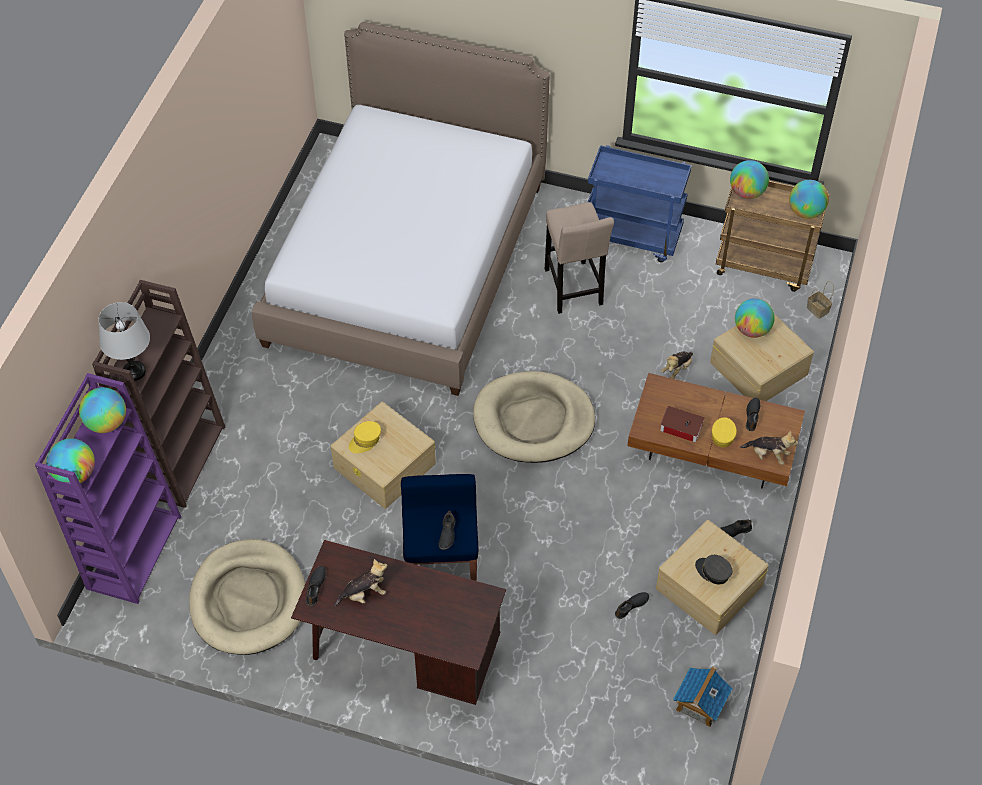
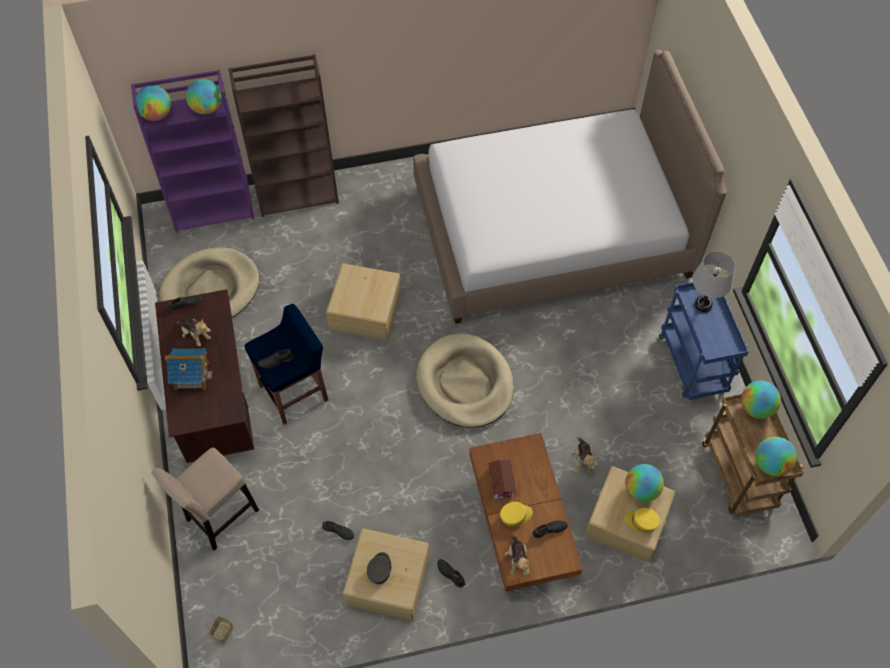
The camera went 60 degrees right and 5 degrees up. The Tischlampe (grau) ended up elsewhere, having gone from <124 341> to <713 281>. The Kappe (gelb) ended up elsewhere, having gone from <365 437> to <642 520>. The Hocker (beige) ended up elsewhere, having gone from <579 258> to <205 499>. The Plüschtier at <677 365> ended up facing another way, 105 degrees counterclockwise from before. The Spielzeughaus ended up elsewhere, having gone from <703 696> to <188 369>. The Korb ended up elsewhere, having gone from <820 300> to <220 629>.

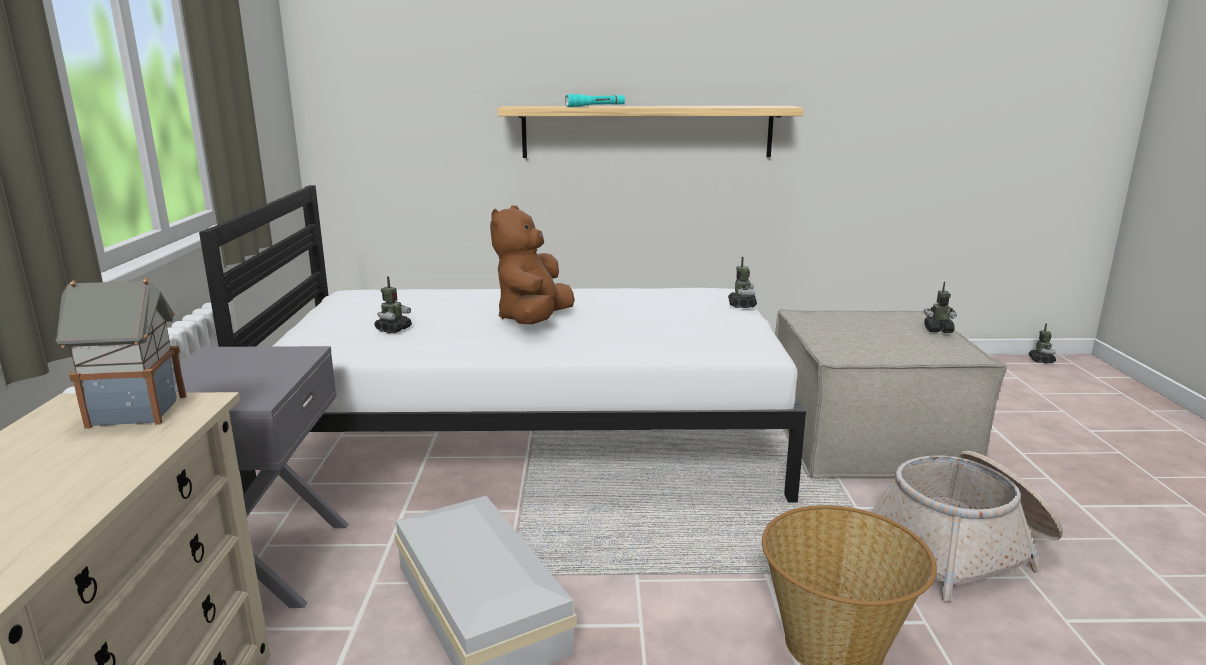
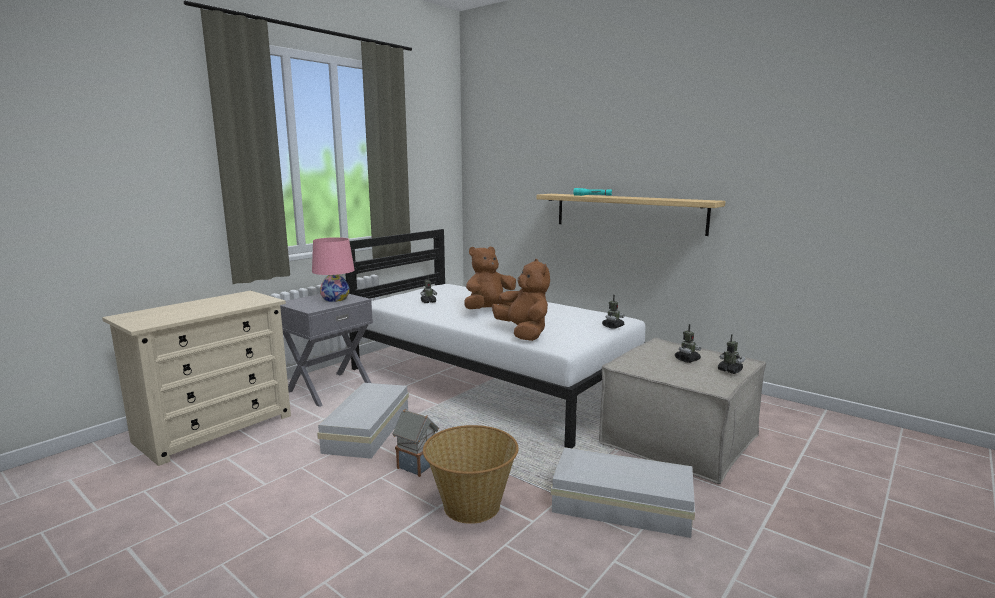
The camera went 40 degrees right and 5 degrees down. The Spielzeughaus ended up elsewhere, having gone from <121 353> to <416 443>. Where the Korb stood at <967 526>, the Aufbewahrungsbox (weiß) came to stand at <623 492>. The Spielzeugroboter ended up elsewhere, having gone from <1042 343> to <688 343>. The second view gained the Tischlampe (rosa) at <333 269>. The second view gained the Plüschtier (braun) at <521 300>.

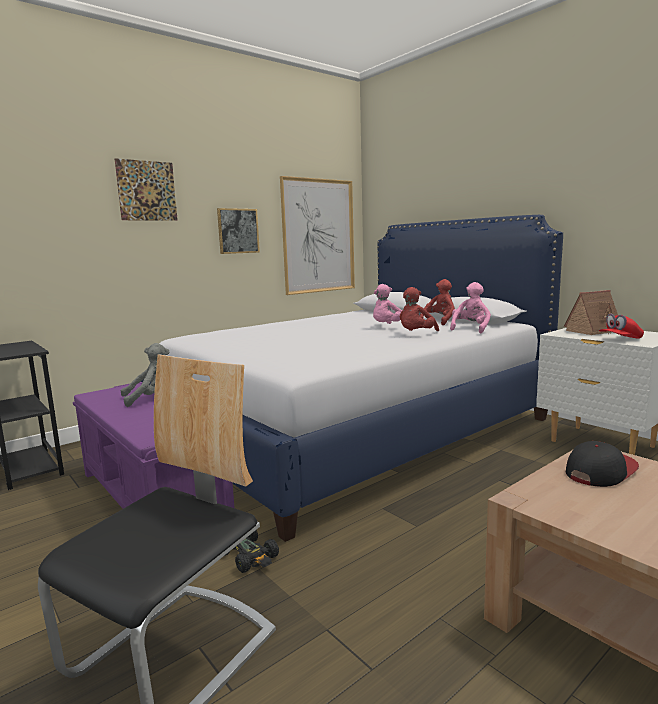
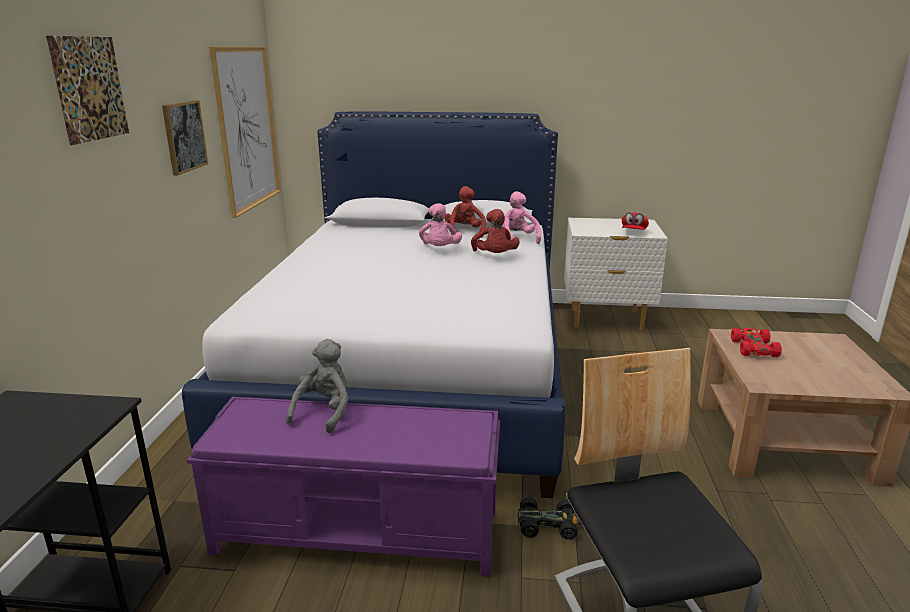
The camera went 45 degrees left and 10 degrees up. The second view lost the Spielzeughaus at <591 312>. Where the Kappe stood at <602 464>, the Spielzeugauto (rot) came to stand at <756 342>.

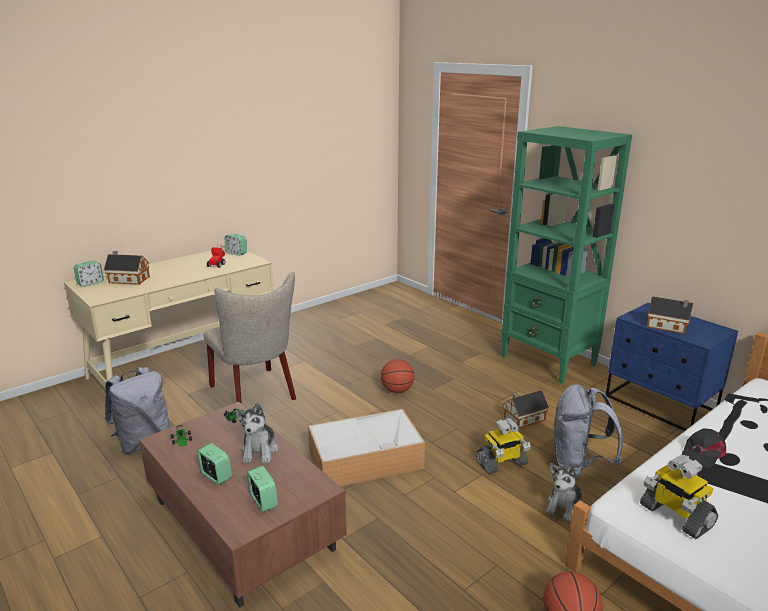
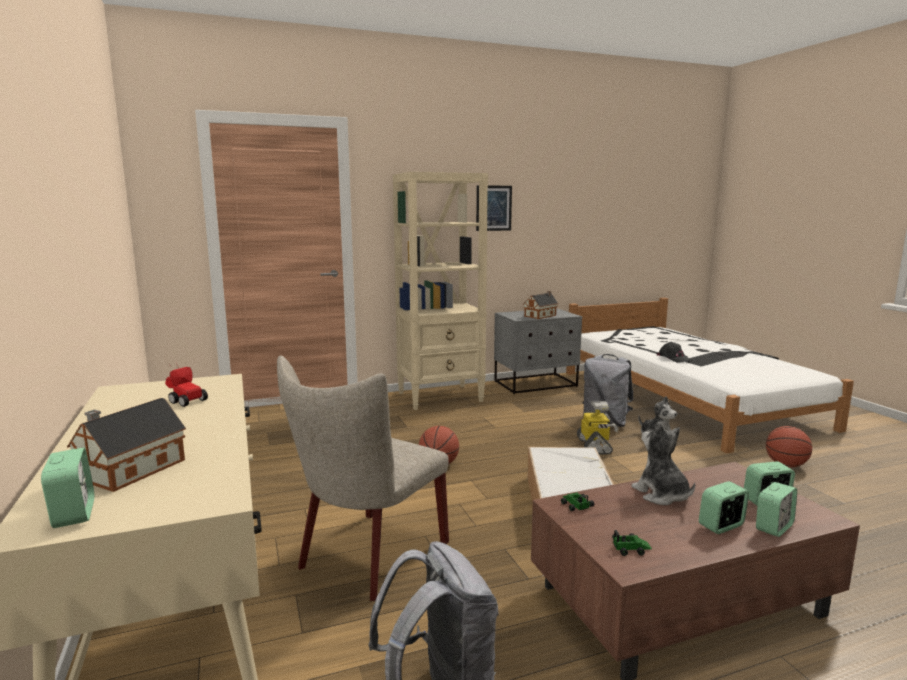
The camera went 70 degrees left and 10 degrees down. The Stuhl (beige) at <249 338> ended up facing another way, 135 degrees clockwise from before. The Wecker ended up elsewhere, having gone from <236 245> to <776 509>. The Plüschtier at <257 433> ended up facing another way, 135 degrees counterclockwise from before. What was the Bücherregal (grün) at <566 255> turned into the Bücherregal (beige) at <440 291>. The second view lost the Spielzeughaus at <526 409>. What was the Nachttisch (blau) at <672 367> turned into the Nachttisch (grau) at <538 351>. The second view lost the Spielzeugroboter at <679 497>. The second view gained the Bild at <494 208>.

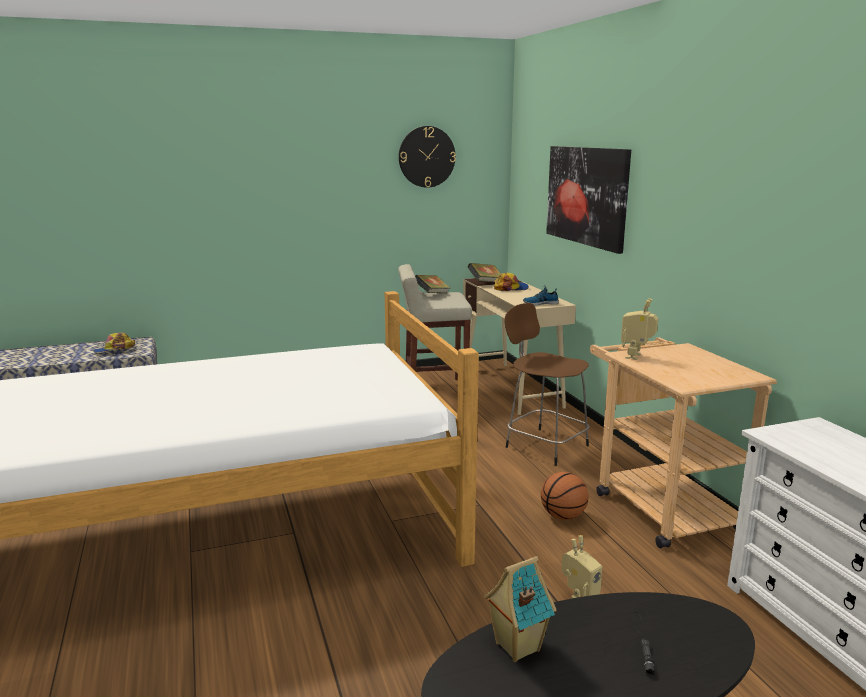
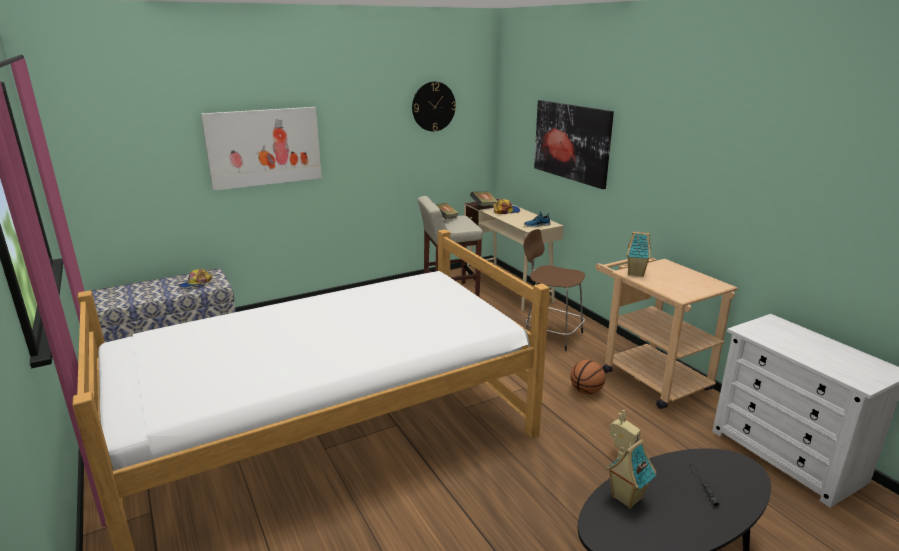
The camera went 10 degrees left and 5 degrees up. Where the Spielzeugroboter stood at <639 329>, the Spielzeughaus came to stand at <639 254>. The second view gained the Bild at <261 149>.

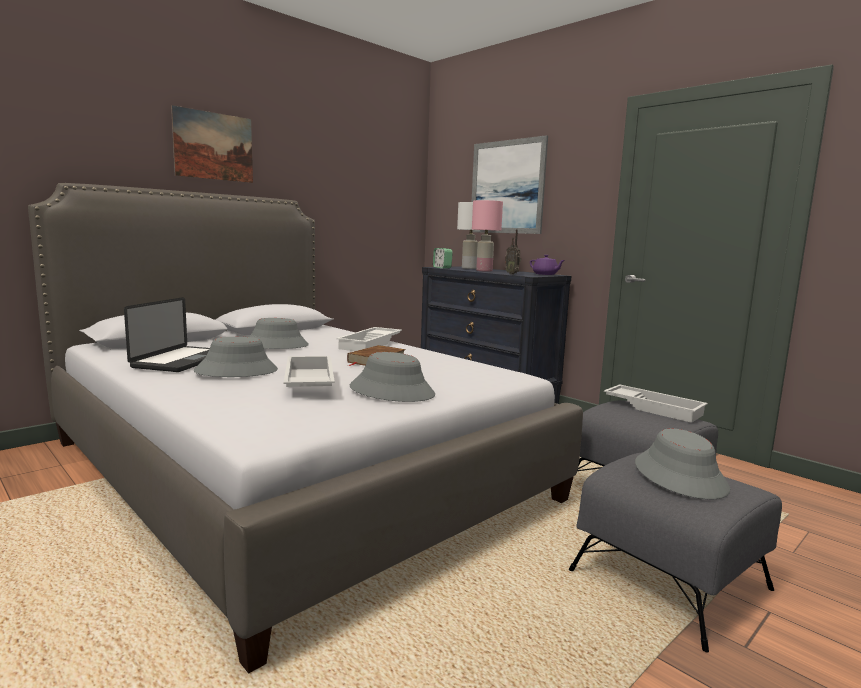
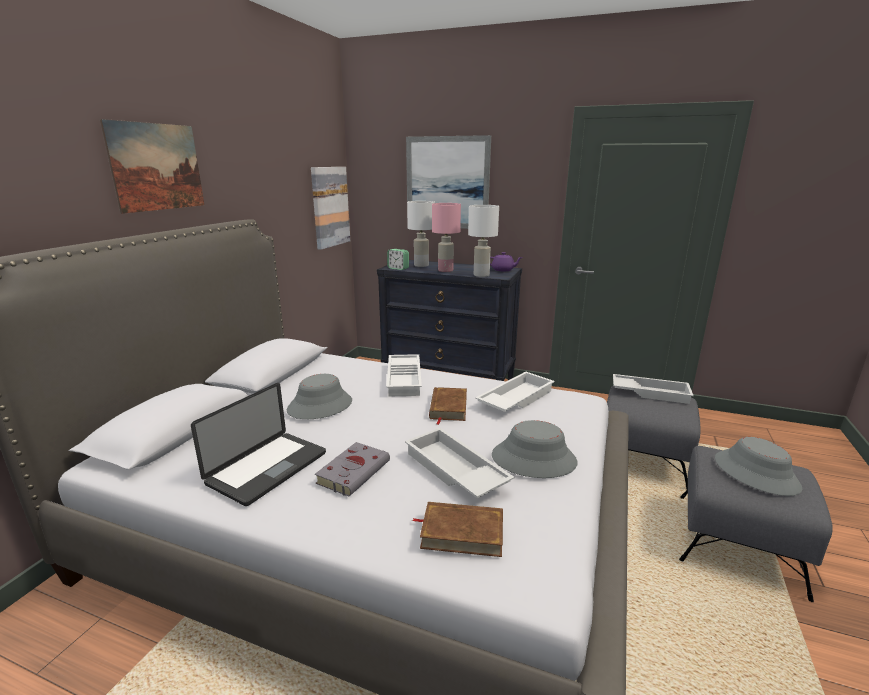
The camera went 25 degrees left and 10 degrees up. The Laptop at <167 334> ended up facing another way, 45 degrees clockwise from before. Where the Hut (grau) stood at <236 357>, the Buch (grau) came to stand at <352 469>. Where the Radio stood at <513 252>, the Tischlampe (weiß) came to stand at <483 241>. The second view gained the Bild at <330 208>. The second view gained the Buch (braun) at <457 529>. The second view gained the Tablett (weiß) at <515 392>.

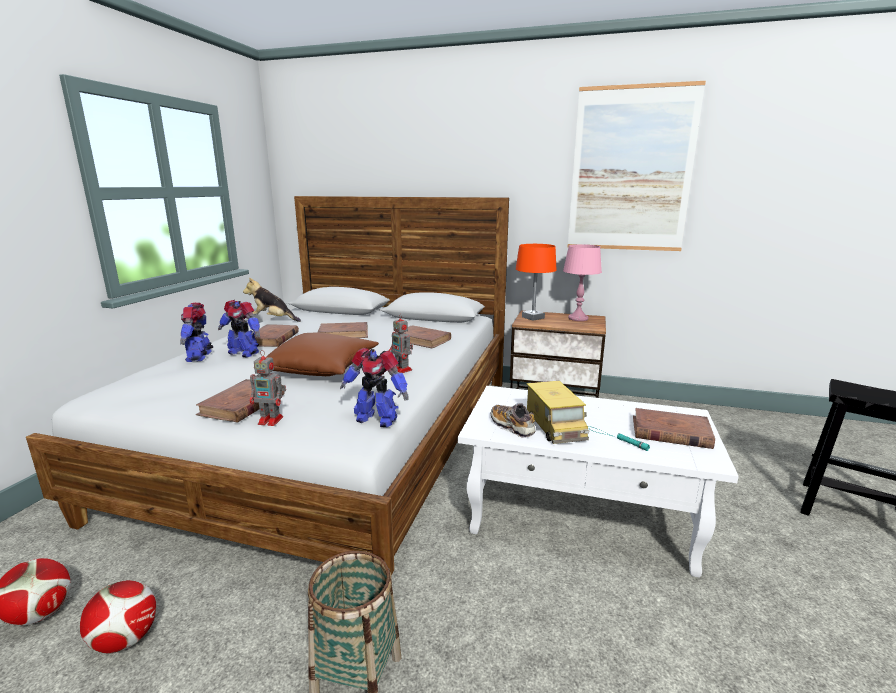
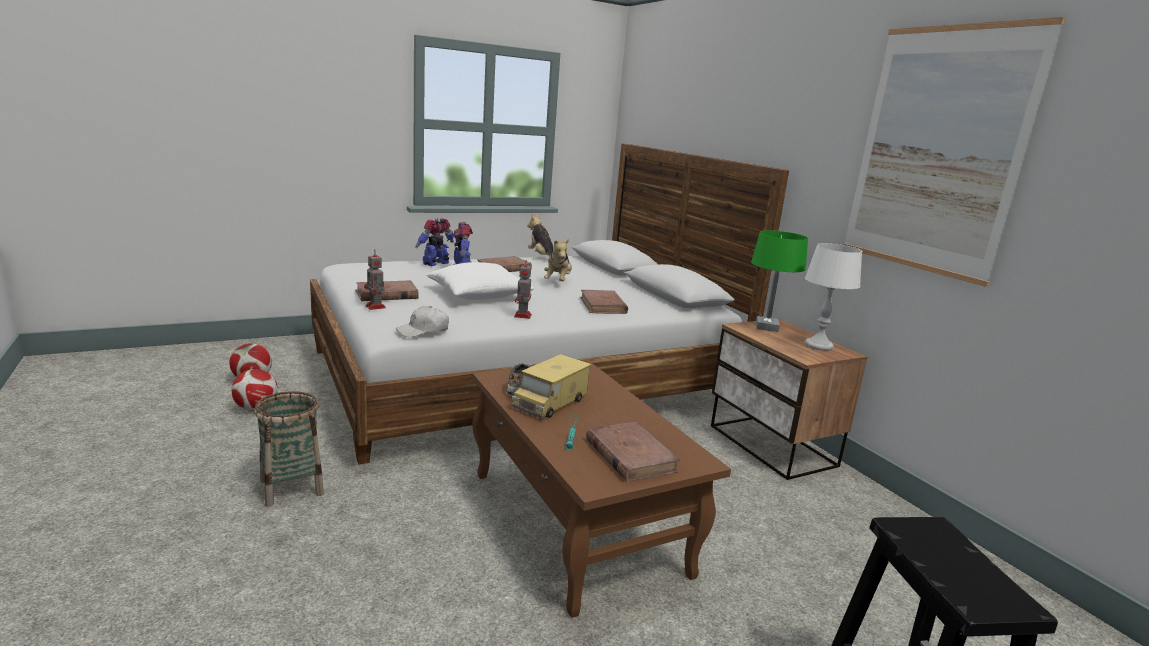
The camera went 45 degrees right and 0 degrees up. What was the Kissen (braun) at <322 354> turned into the Kissen (weiß) at <480 281>. Where the Buch (braun) stood at <342 330>, the Plüschtier came to stand at <558 260>. Where the Spielzeugroboter stood at <374 387>, the Kappe (weiß) came to stand at <422 321>. What was the Couchtisch (weiß) at <598 482> turned into the Couchtisch (braun) at <601 489>. What was the Tischlampe (orange) at <536 282> turned into the Tischlampe (grün) at <779 281>. What was the Tischlampe (rosa) at <582 282> turned into the Tischlampe (weiß) at <833 297>.

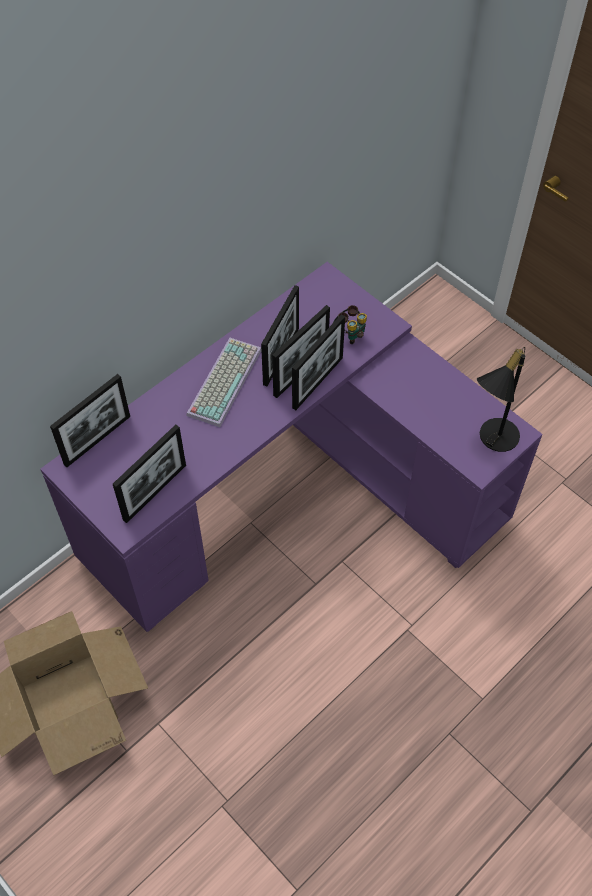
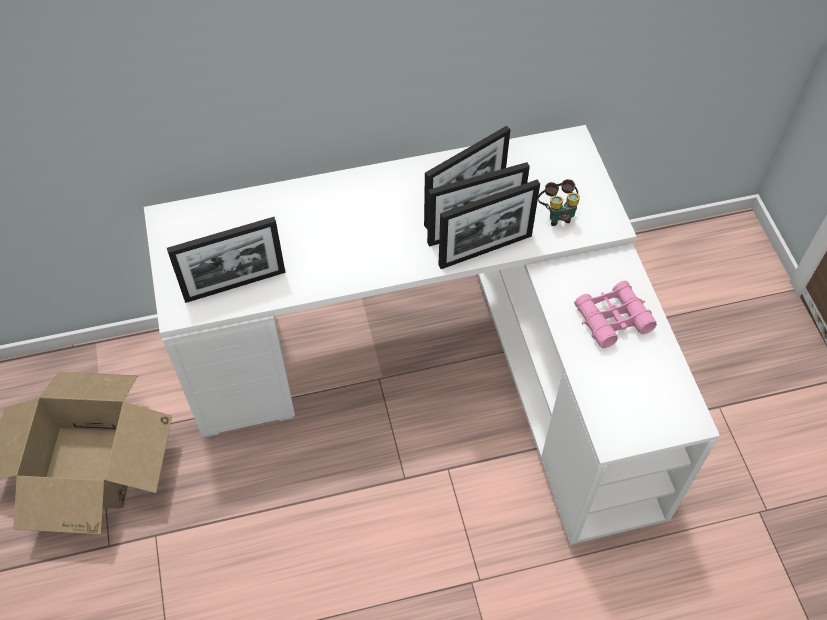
The camera went 30 degrees right and 0 degrees up. What was the Schreibtisch (lila) at <292 447> turned into the Schreibtisch (weiß) at <432 335>. The second view lost the Bilderrahmen at <90 420>. The second view lost the Tastatur at <223 382>. The second view lost the Tischlampe (schwarz) at <501 399>. The second view gained the Fernglas (rosa) at <615 314>.

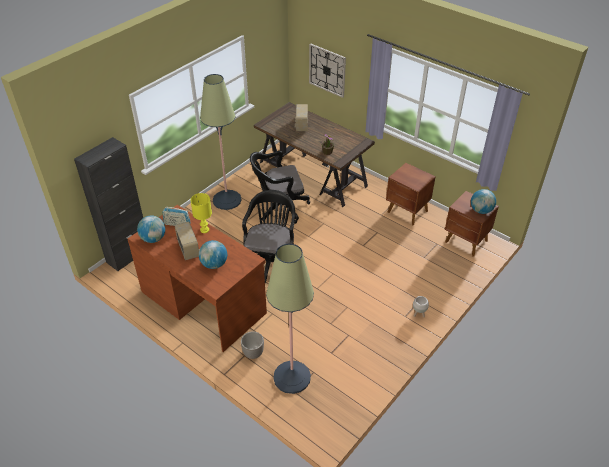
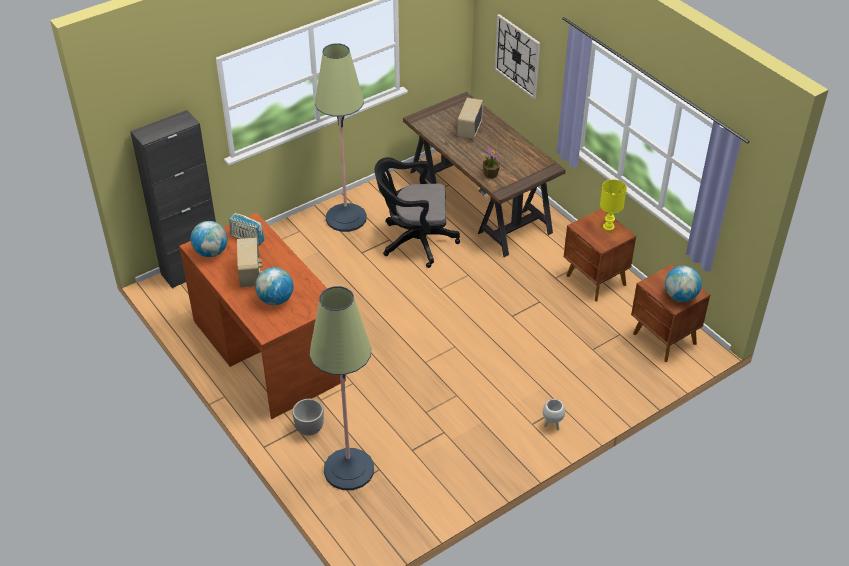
The camera went 15 degrees right and 0 degrees up. The Tischlampe (gelb) ended up elsewhere, having gone from <201 213> to <613 205>. The second view lost the Bürostuhl (schwarz) at <268 236>.

